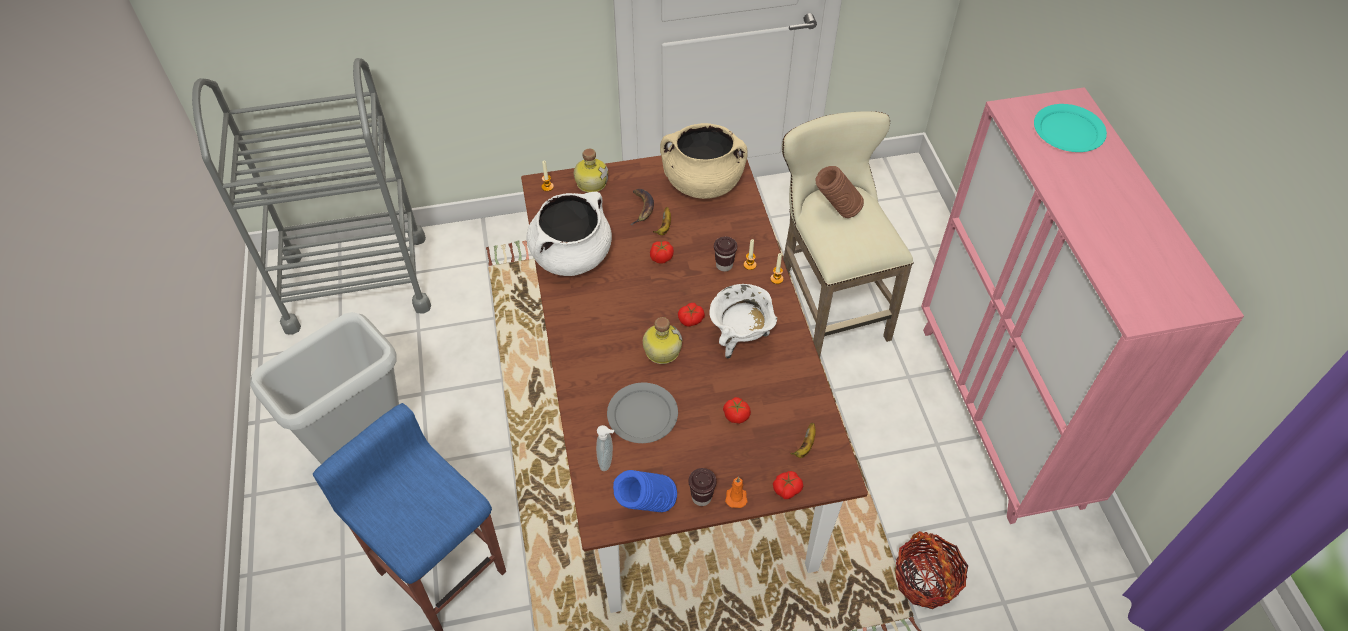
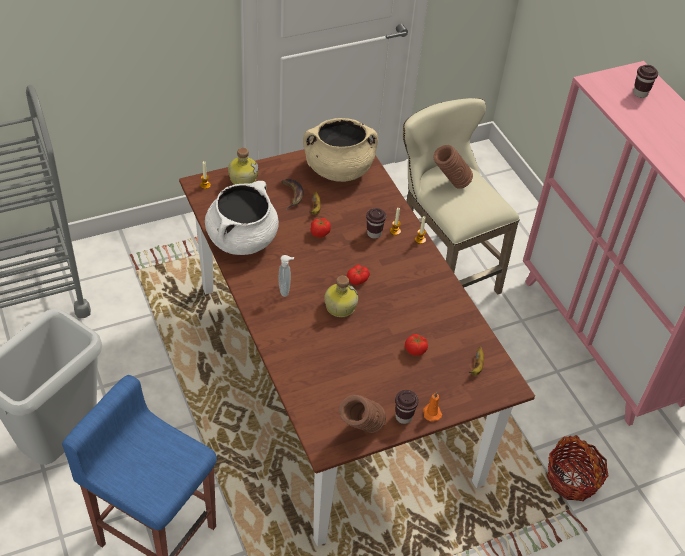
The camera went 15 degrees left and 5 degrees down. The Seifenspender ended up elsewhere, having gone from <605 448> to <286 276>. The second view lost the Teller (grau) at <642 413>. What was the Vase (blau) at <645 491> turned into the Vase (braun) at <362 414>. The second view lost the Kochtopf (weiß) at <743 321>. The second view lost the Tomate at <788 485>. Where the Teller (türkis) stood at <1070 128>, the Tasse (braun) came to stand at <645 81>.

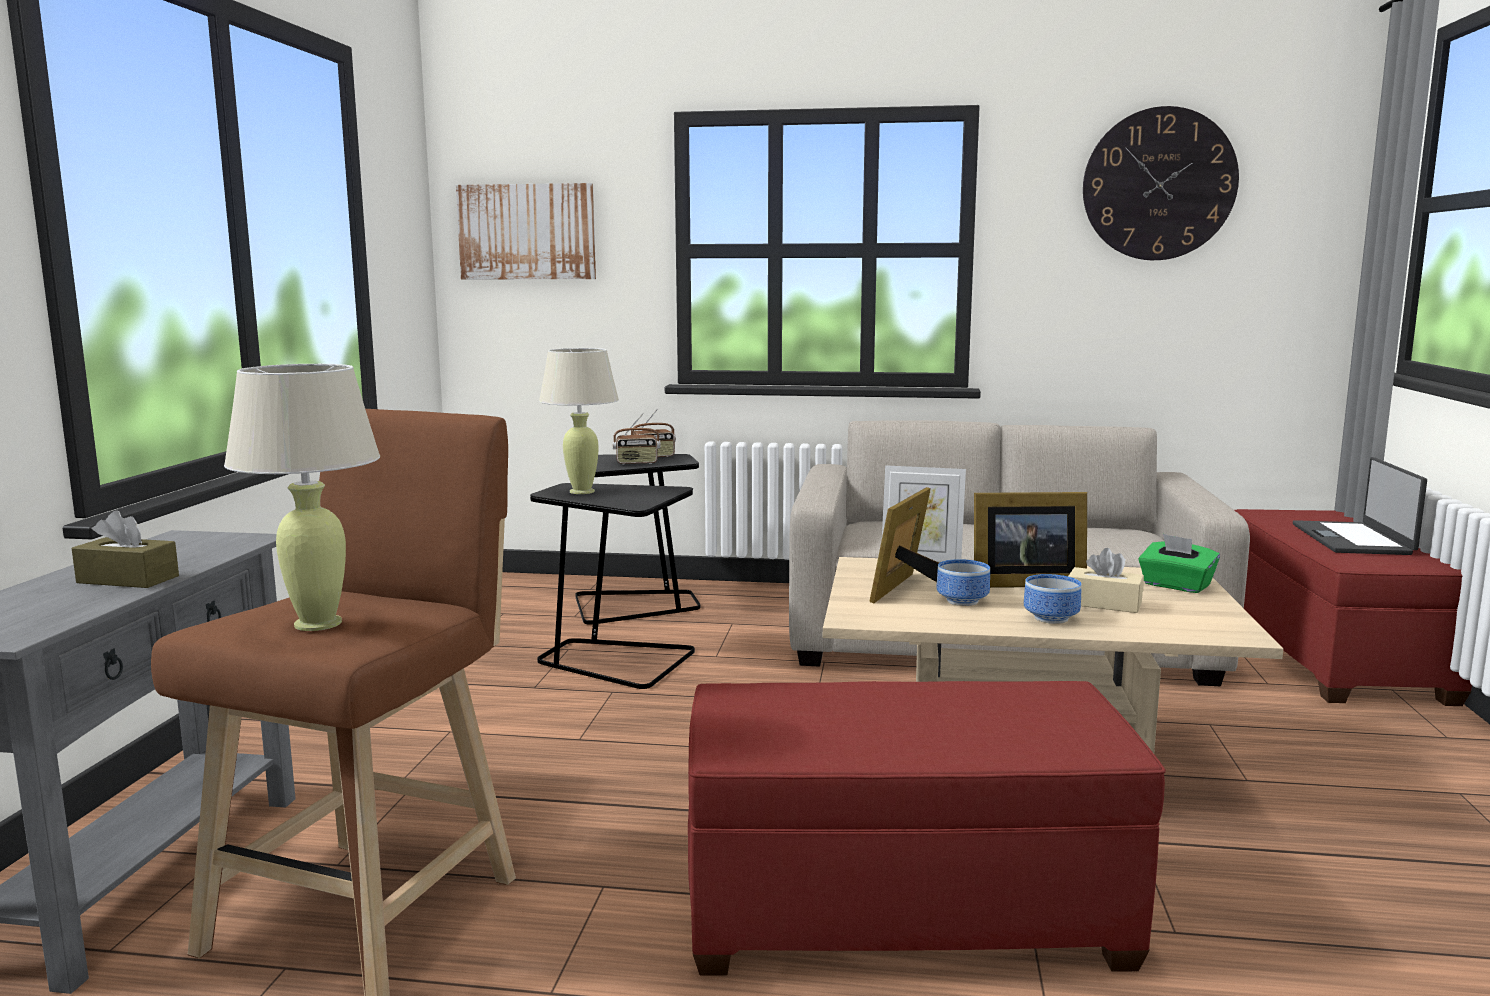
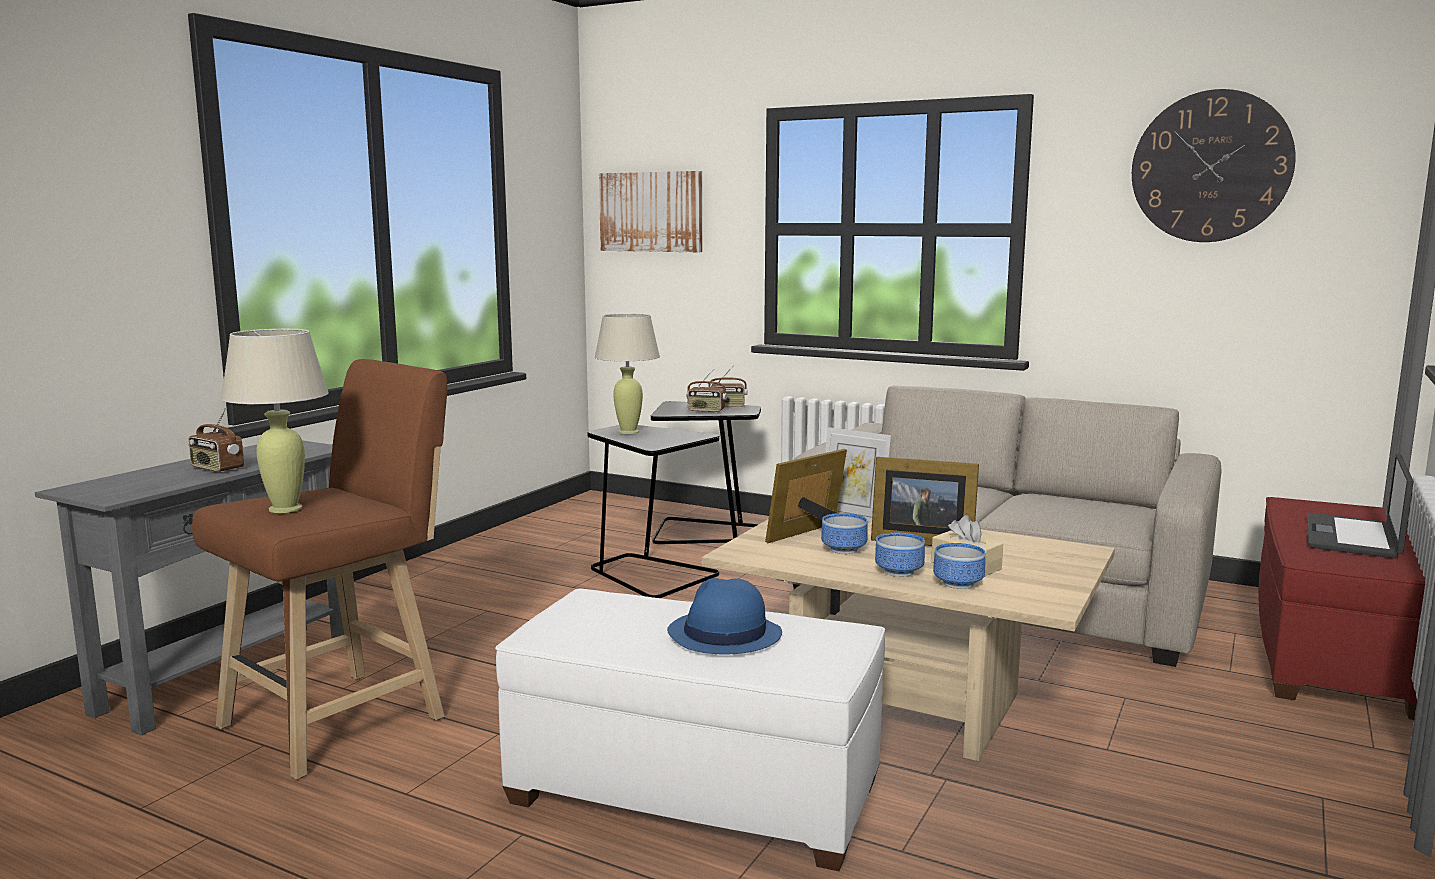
The camera went 20 degrees right and 0 degrees up. Where the Taschentuchbox (braun) stood at <125 549>, the Radio came to stand at <216 440>. What was the Polsterhocker (rot) at <927 828> turned into the Polsterhocker (weiß) at <690 729>. The second view lost the Taschentuchbox (grün) at <1179 563>. The second view gained the Hut (blau) at <724 616>. The second view gained the Schüssel at <959 566>.

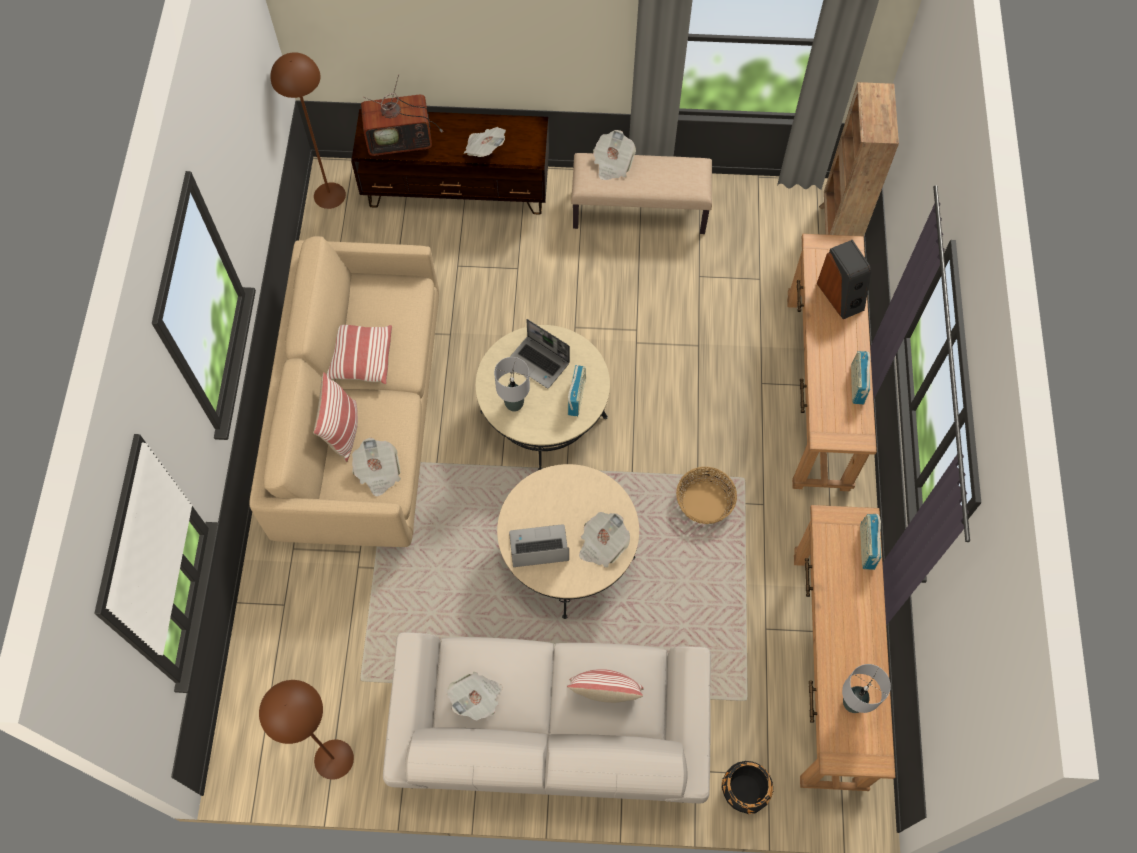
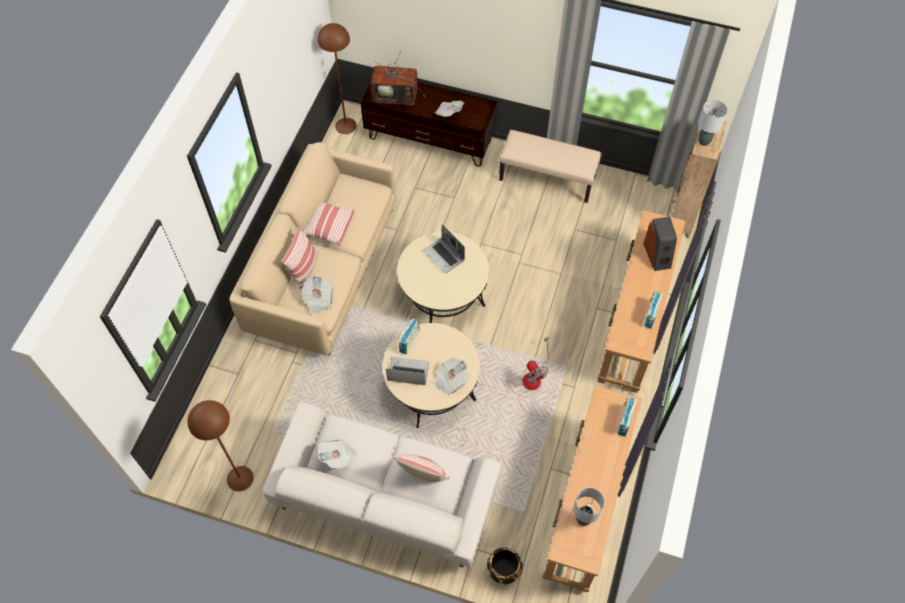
The camera went 15 degrees right and 5 degrees down. The Tischlampe (grau) ended up elsewhere, having gone from <512 384> to <713 123>. The Radio ended up elsewhere, having gone from <577 391> to <409 337>. The second view lost the Zeitung at <614 155>. Where the Korb stood at <706 495>, the Ventilator came to stand at <535 363>.

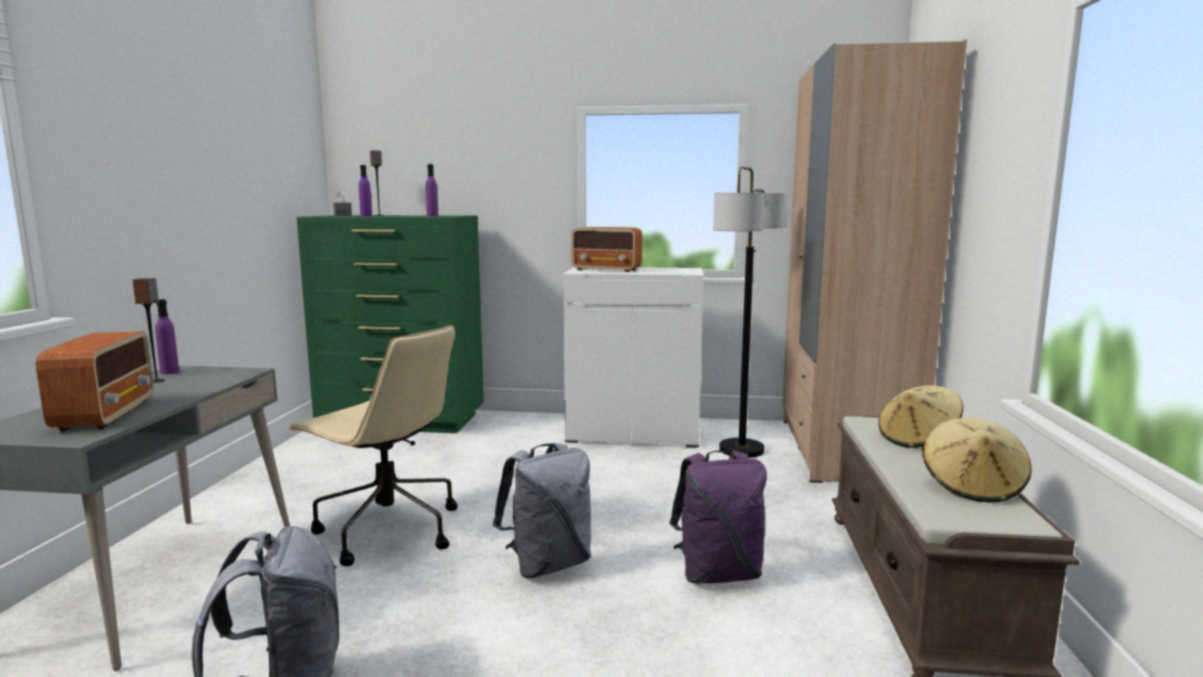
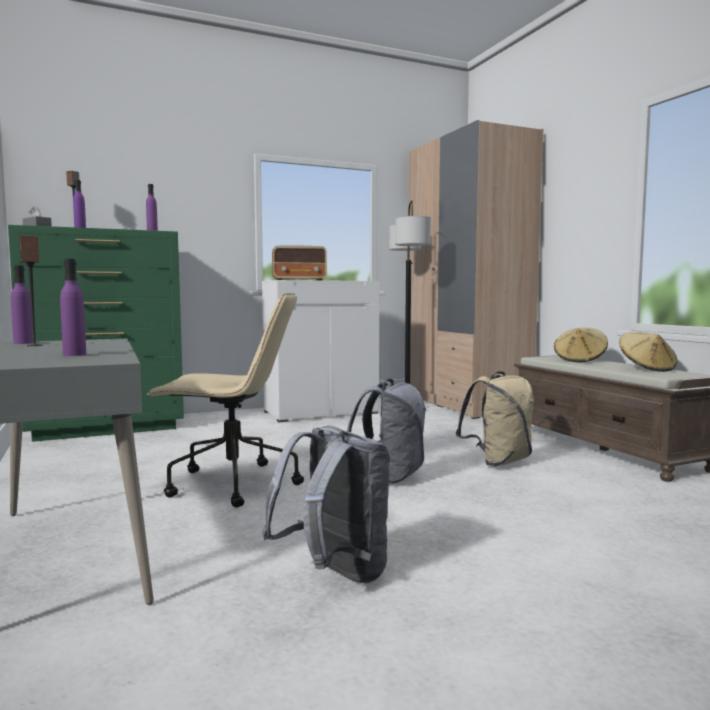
The camera went 30 degrees left and 5 degrees down. Where the Radio stood at <95 381>, the Flasche (lila) came to stand at <73 307>. What was the Rucksack (lila) at <718 517> turned into the Rucksack (beige) at <495 419>.

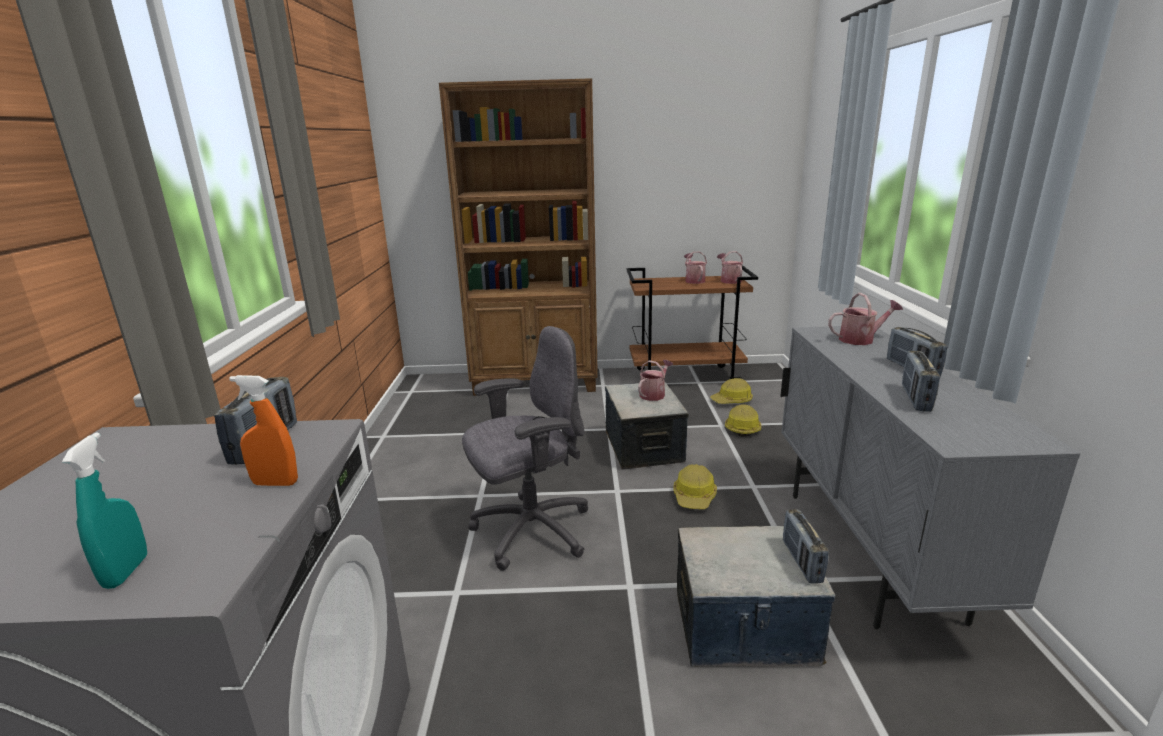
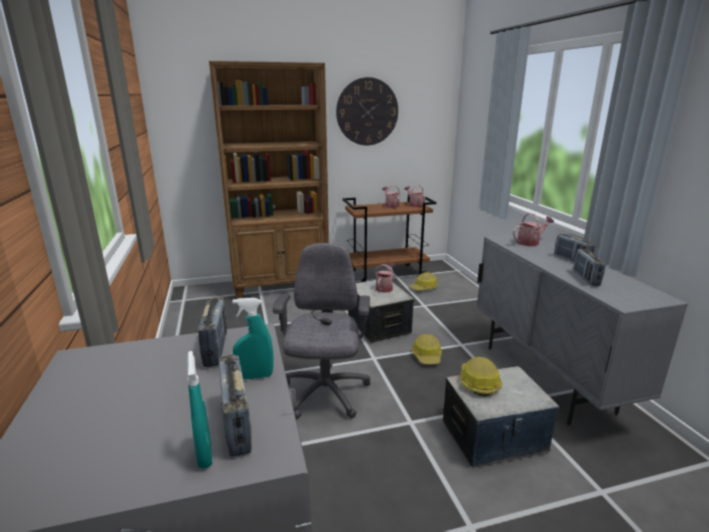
The camera went 15 degrees left and 0 degrees up. What was the Sprühflasche (orange) at <263 430> turned into the Sprühflasche (türkis) at <253 338>. The Bürostuhl (grau) at <525 448> ended up facing another way, 45 degrees counterclockwise from before. The Schutzhelm ended up elsewhere, having gone from <743 420> to <481 376>. The Radio ended up elsewhere, having gone from <806 546> to <235 406>. The second view gained the Wanduhr at <367 111>.

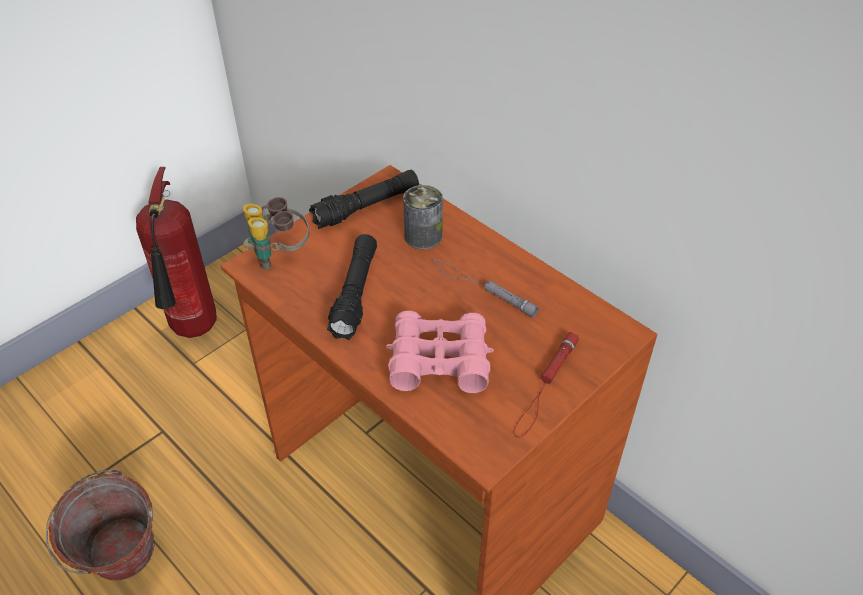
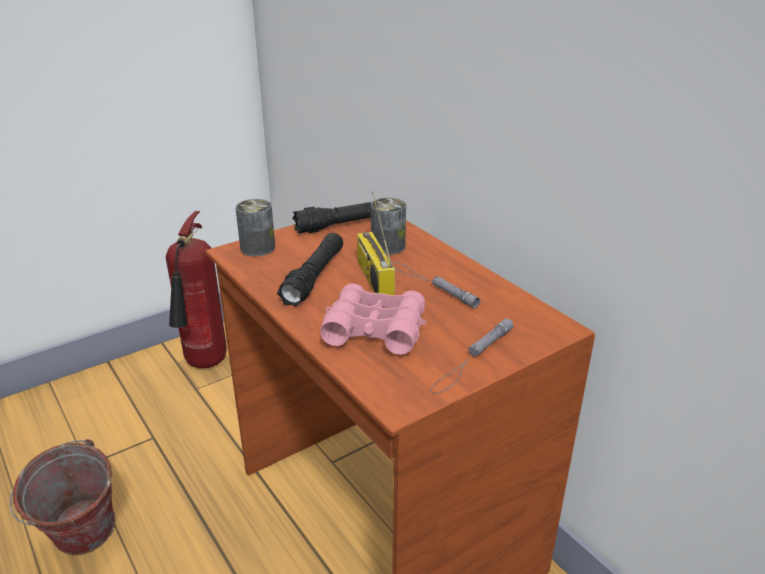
The camera went 10 degrees right and 15 degrees down. Where the Fernglas stood at <276 233>, the Dose came to stand at <255 227>. What was the Taschenlampe (rot) at <546 385> turned into the Taschenlampe (grau) at <472 356>. The second view gained the Radio at <376 243>.

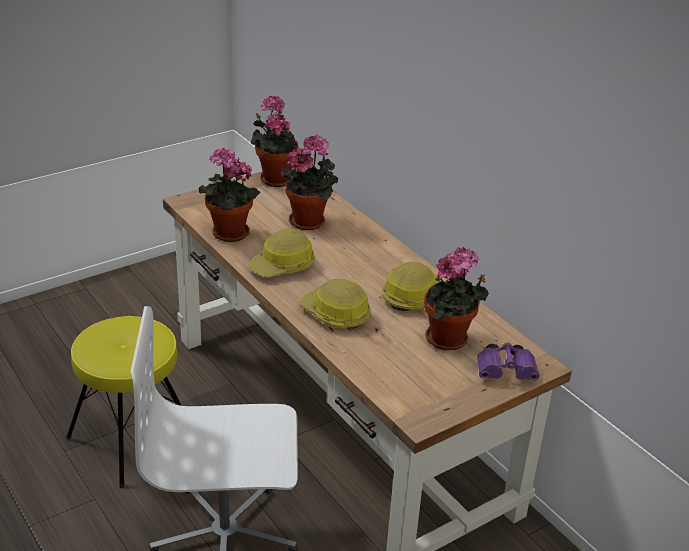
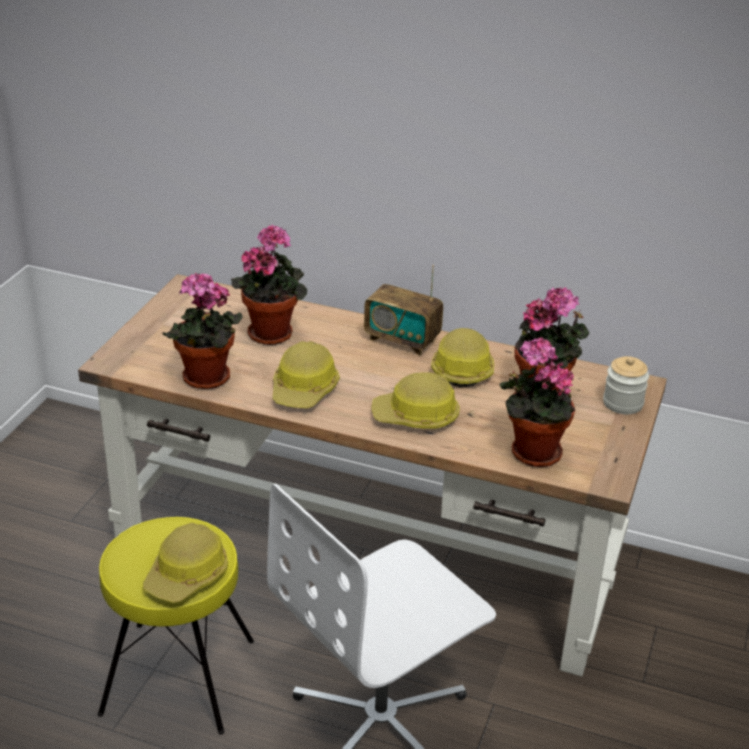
The camera went 35 degrees left and 0 degrees up. The Topfpflanze ended up elsewhere, having gone from <275 141> to <537 402>. Where the Fernglas (lila) stood at <508 361>, the Vorratsglas came to stand at <626 385>. The second view gained the Schutzhelm at <185 563>. The second view gained the Radio at <403 310>.

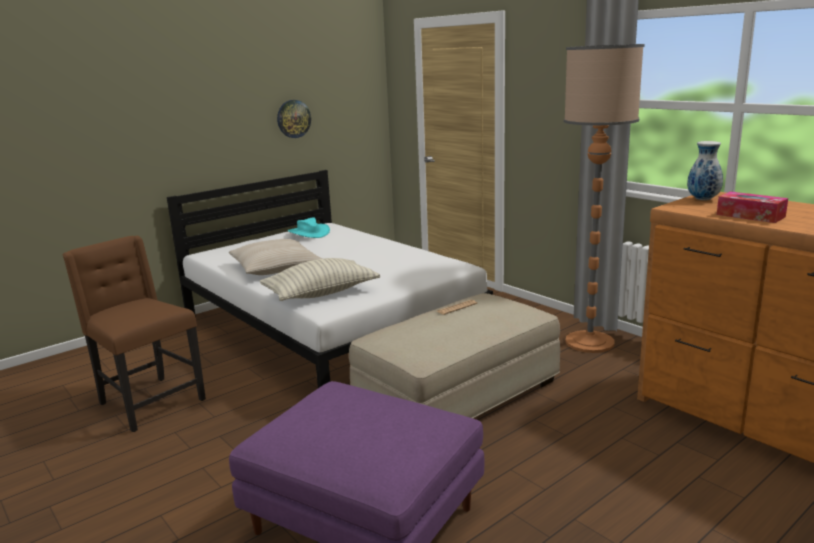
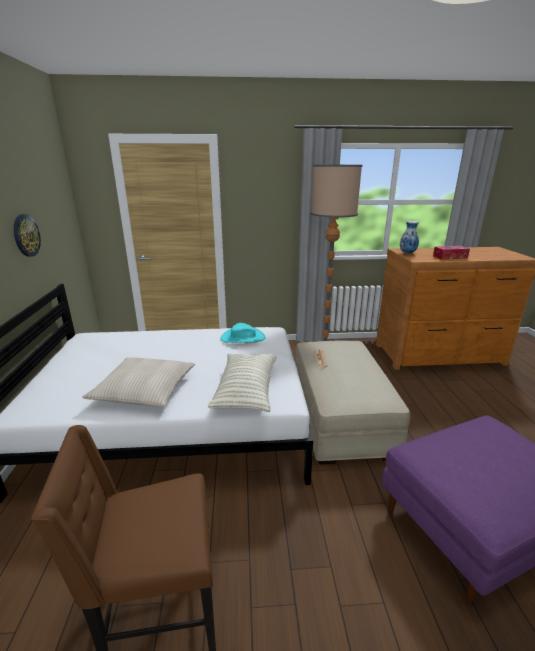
The camera went 55 degrees left and 5 degrees up. The Hut (türkis) ended up elsewhere, having gone from <309 227> to <243 333>.

